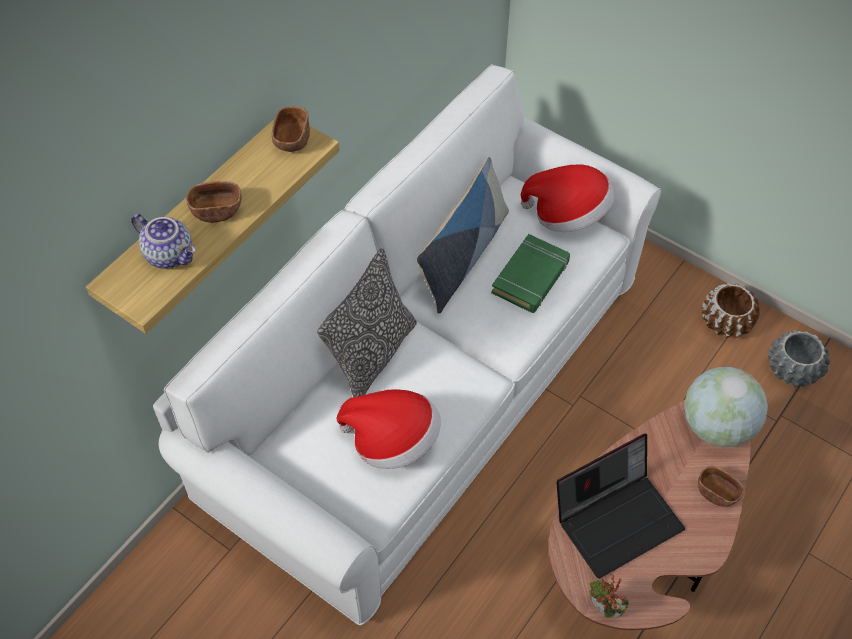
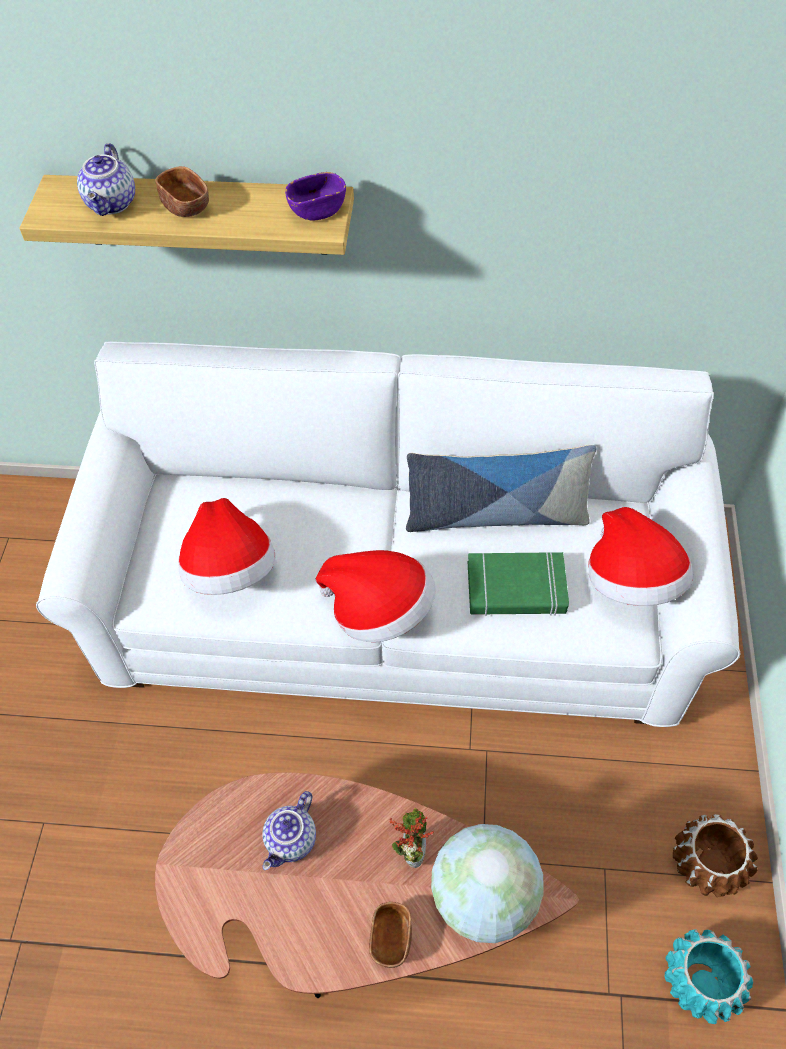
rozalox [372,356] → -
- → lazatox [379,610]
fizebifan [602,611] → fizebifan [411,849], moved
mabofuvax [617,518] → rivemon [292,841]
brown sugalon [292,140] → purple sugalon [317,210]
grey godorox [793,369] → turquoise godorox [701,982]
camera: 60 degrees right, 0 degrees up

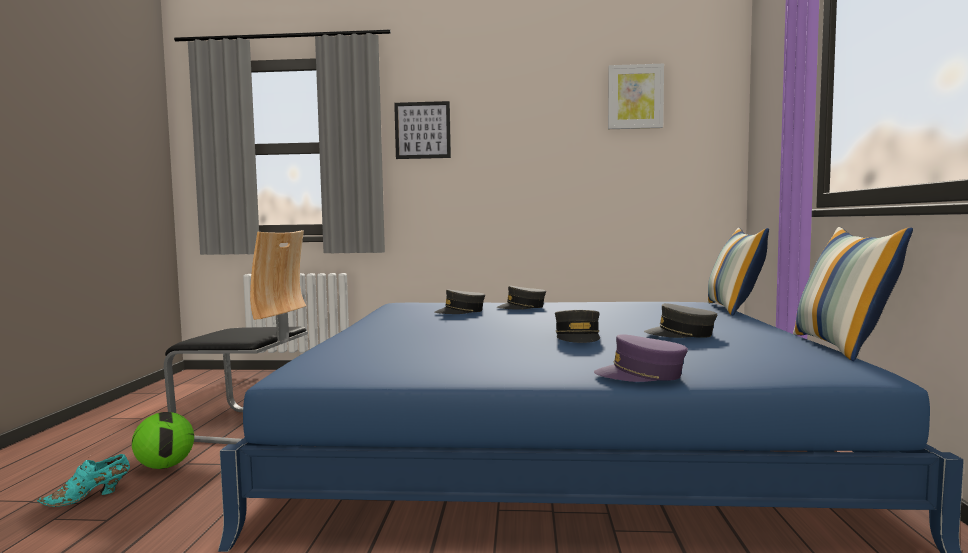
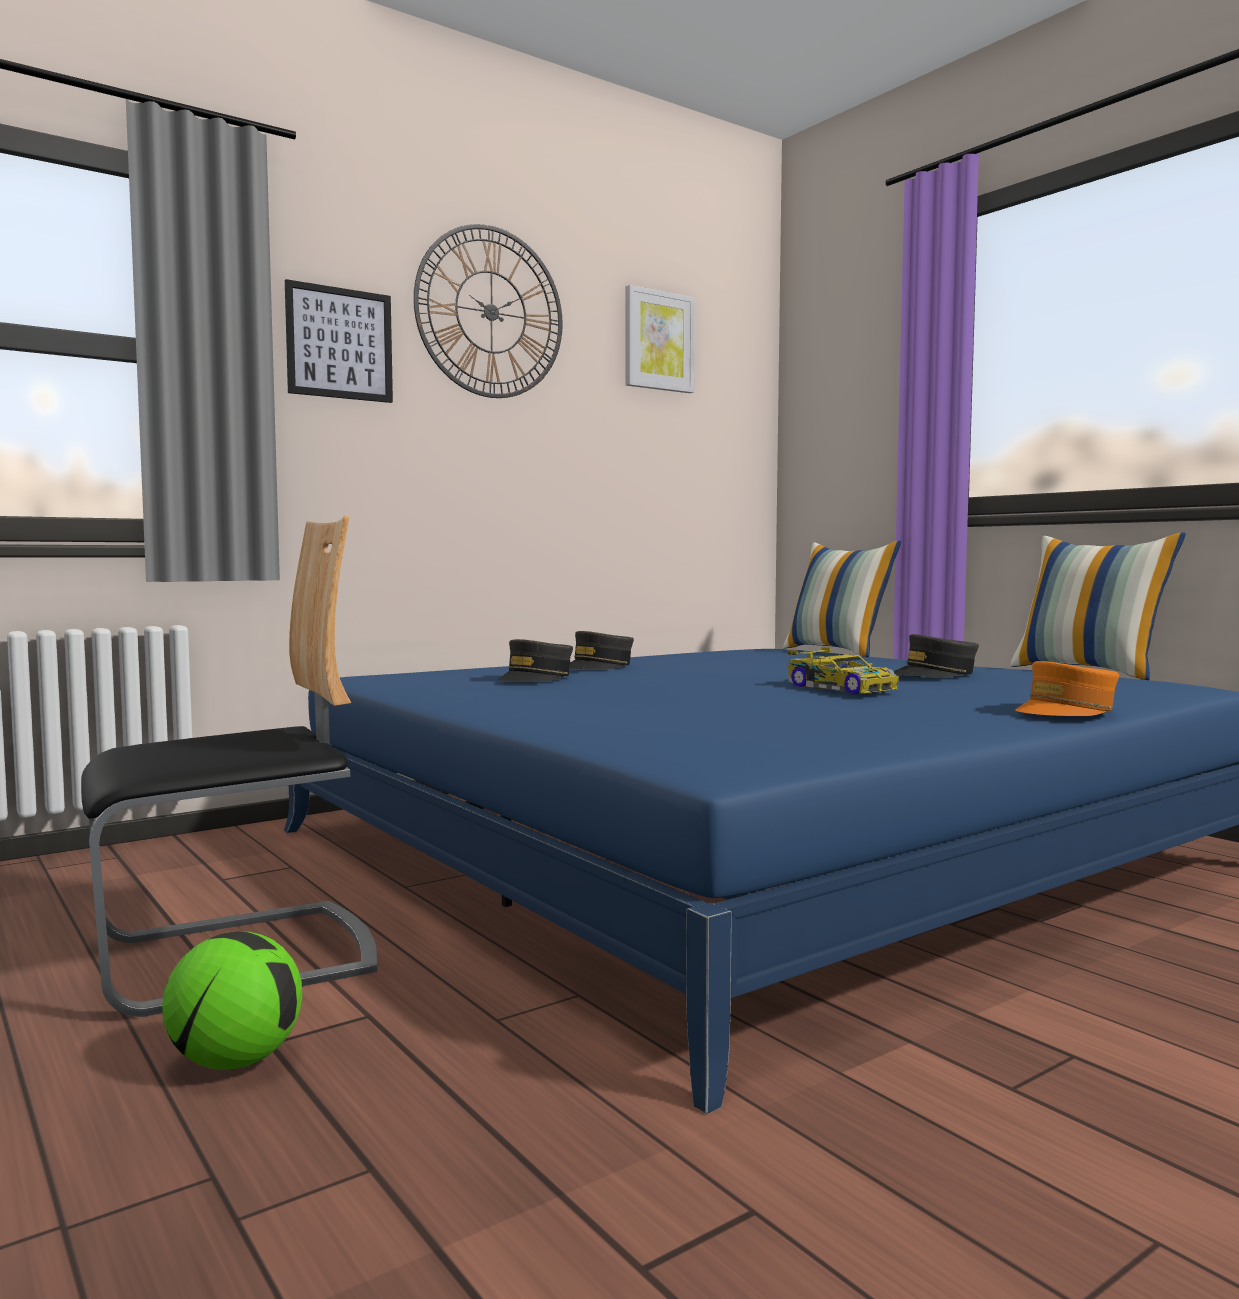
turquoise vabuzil [90,497] → -
- → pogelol [491,312]
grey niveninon [578,336] → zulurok [840,687]
purple niveninon [641,375] → orange niveninon [1066,710]
camera: 40 degrees left, 0 degrees up

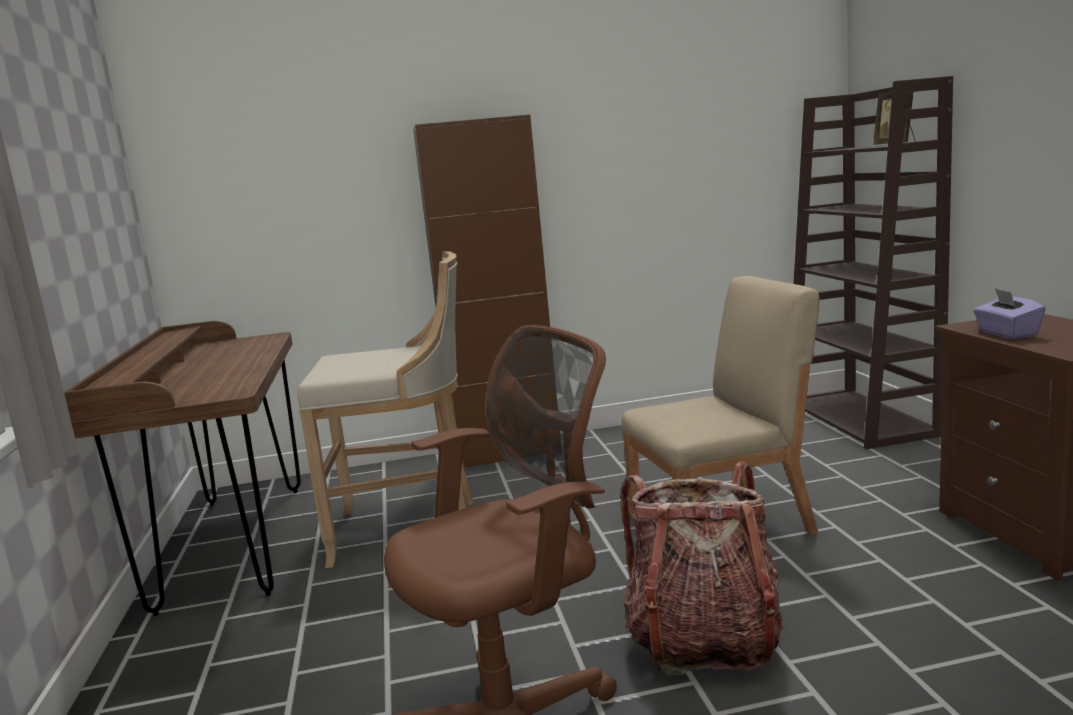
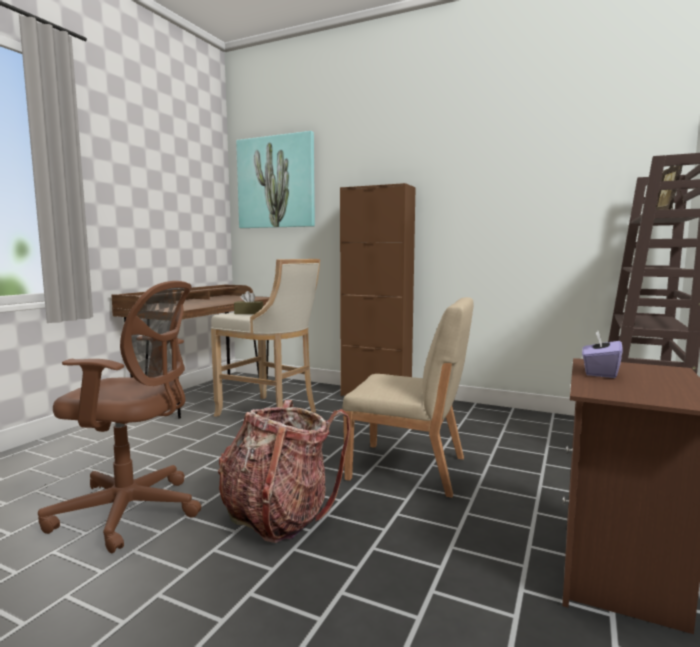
- → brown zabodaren [249,313]
- → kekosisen [276,182]
camera: 35 degrees right, 5 degrees down

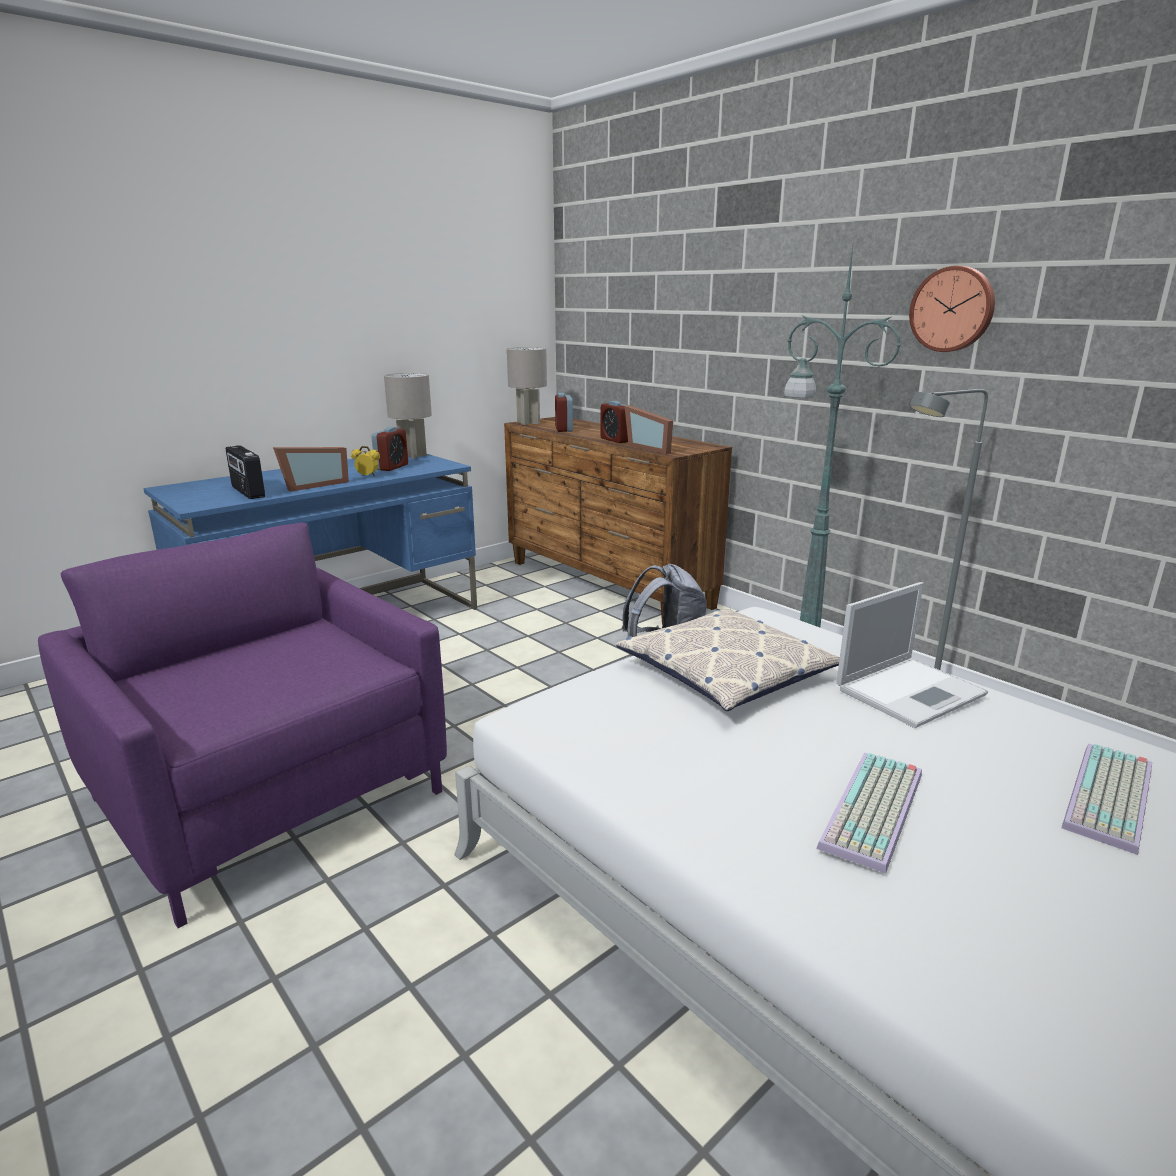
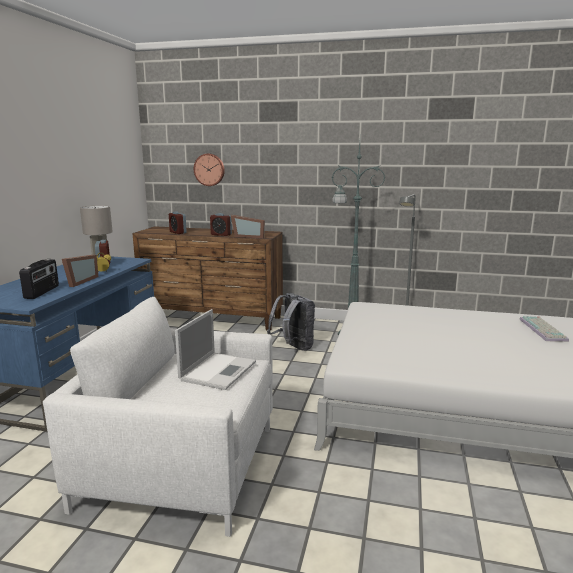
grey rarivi [528,423] → -
rozalox [725,672] → -
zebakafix [875,811] → -
mabofuvax [911,691] → mabofuvax [219,370], moved
pogelol [953,309] → pogelol [209,169], moved
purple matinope [270,794] → white matinope [181,465]
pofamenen [247,492] → pofamenen [42,292], 105 degrees counterclockwise
camera: 35 degrees left, 5 degrees down

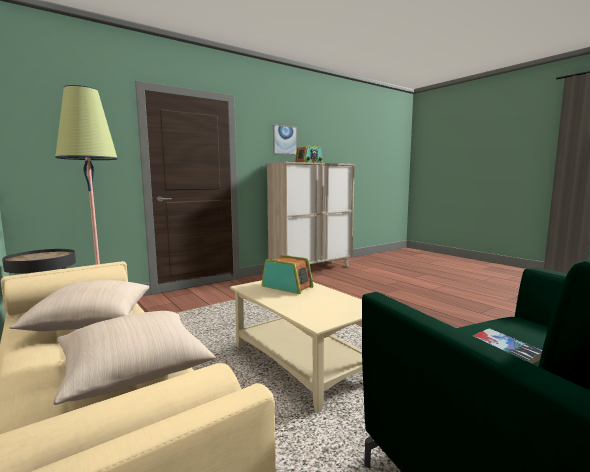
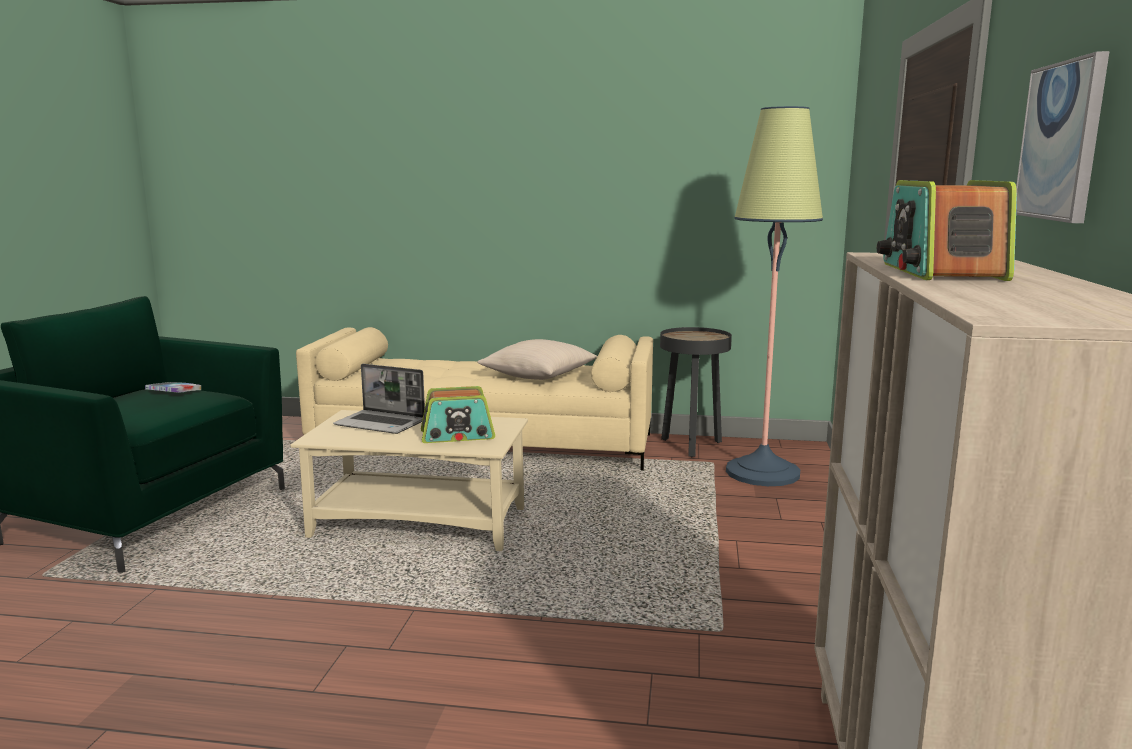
beige rozalox [133,371] → -
- → mabofuvax [381,424]
camera: 135 degrees right, 5 degrees up

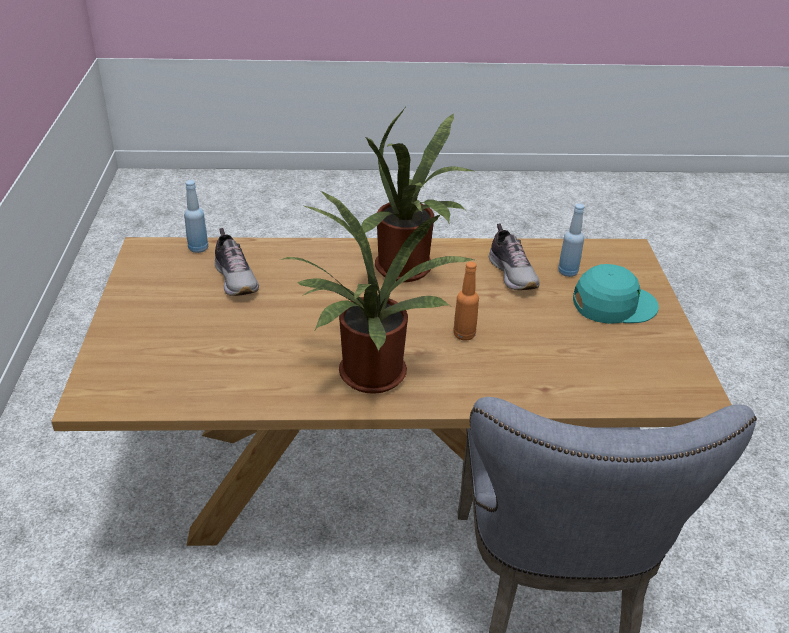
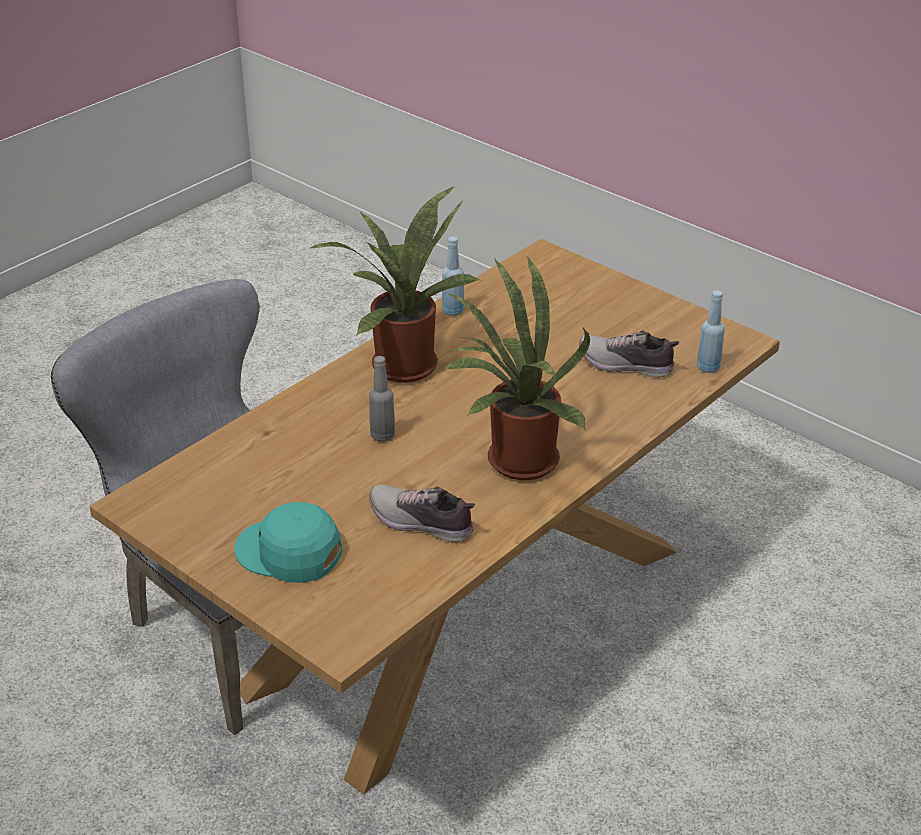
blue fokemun [567,272] → blue fokemun [453,311], moved
orange fokemun [464,335] → grey fokemun [382,435]
turquoise niveninon [613,304] → turquoise niveninon [289,552], 75 degrees clockwise
camera: 135 degrees right, 0 degrees up

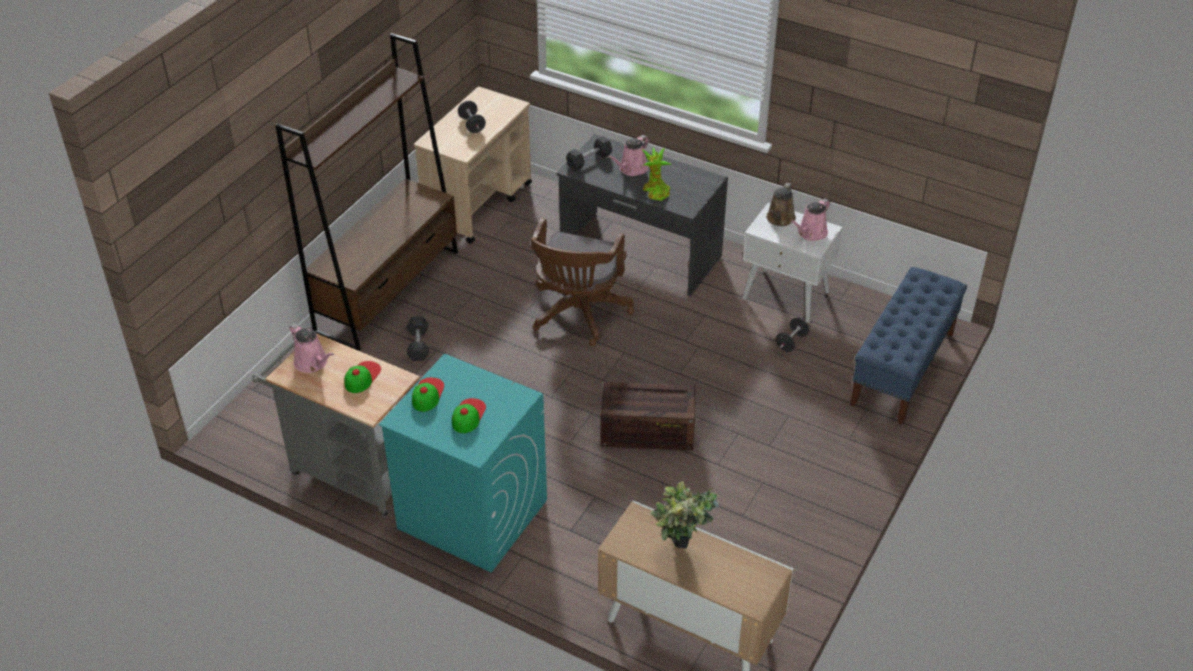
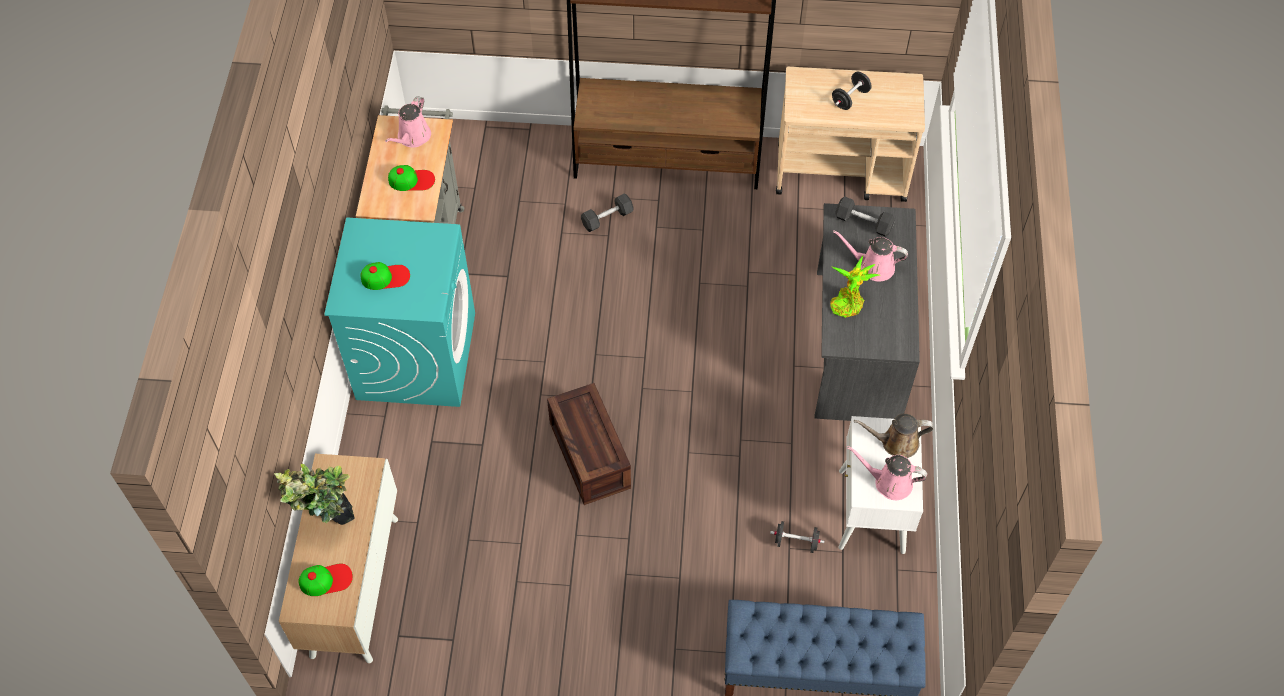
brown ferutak [578,315] → -
niveninon [427,394] → niveninon [326,580], moved
camera: 65 degrees right, 15 degrees up

